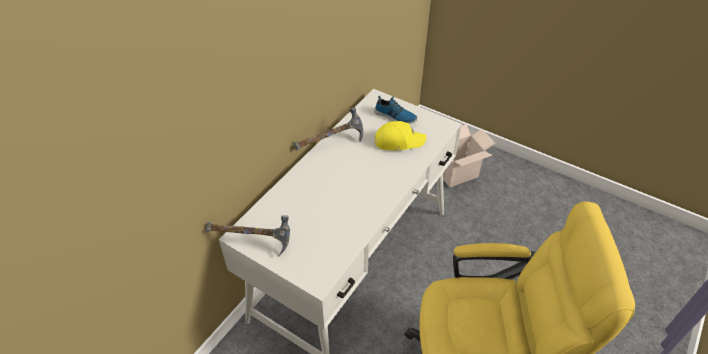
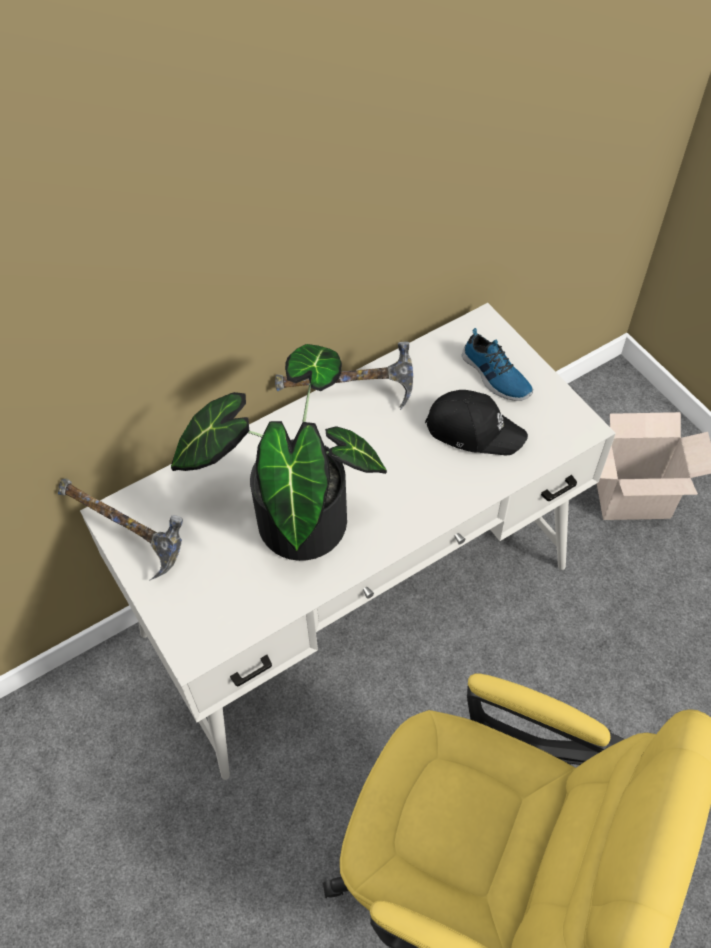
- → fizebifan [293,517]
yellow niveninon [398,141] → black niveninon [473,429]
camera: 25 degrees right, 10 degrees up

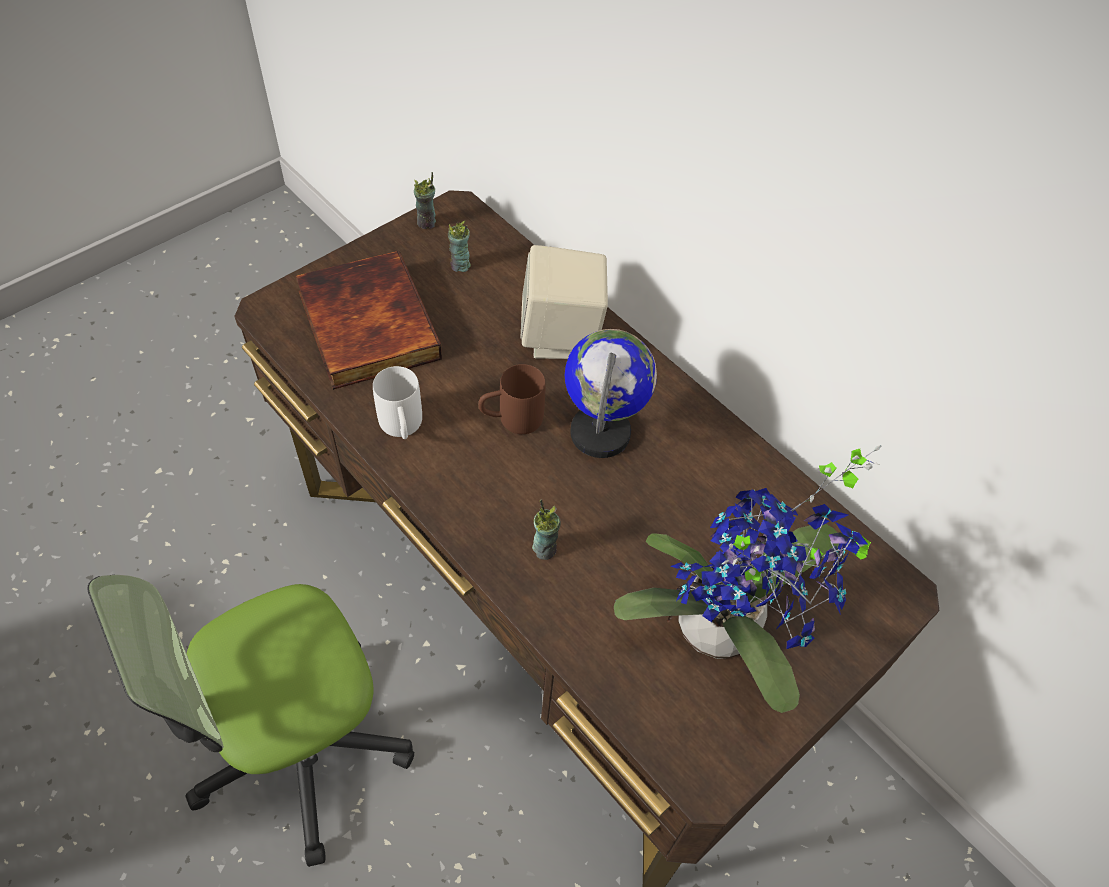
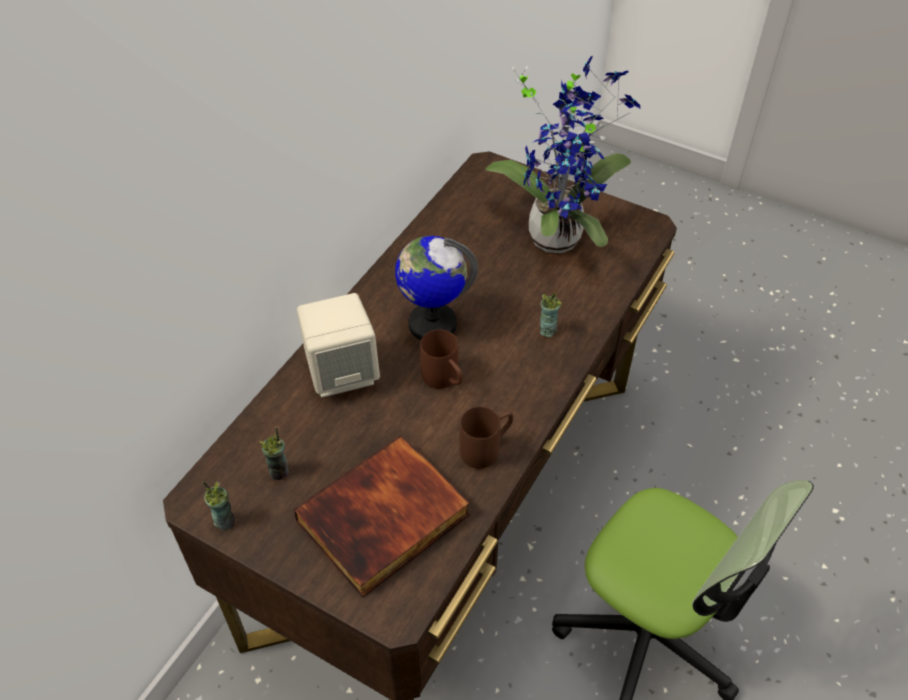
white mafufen [402,428] → brown mafufen [487,448]
camera: 105 degrees left, 5 degrees down

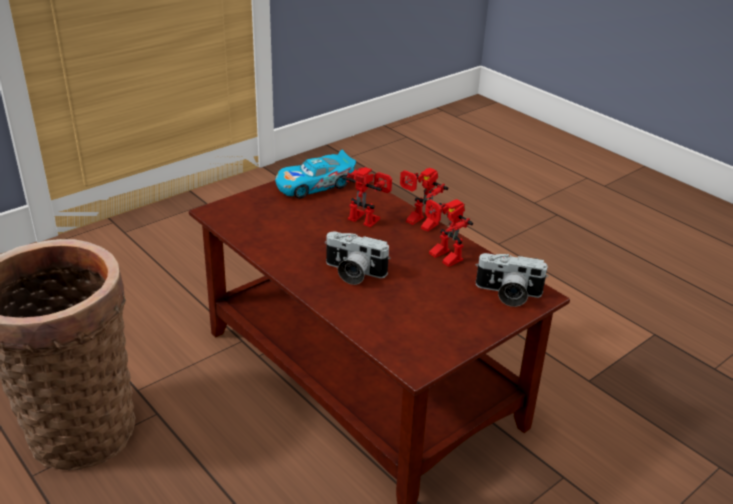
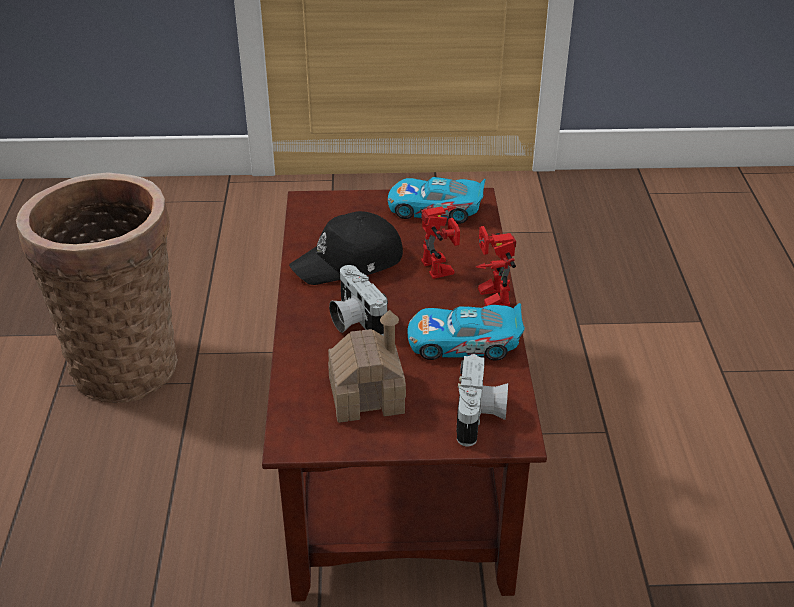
- → black niveninon [350,262]
- → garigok [366,395]
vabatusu [441,257] → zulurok [463,343]
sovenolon [507,294] → sovenolon [480,417], 135 degrees counterclockwise
camera: 40 degrees right, 5 degrees up

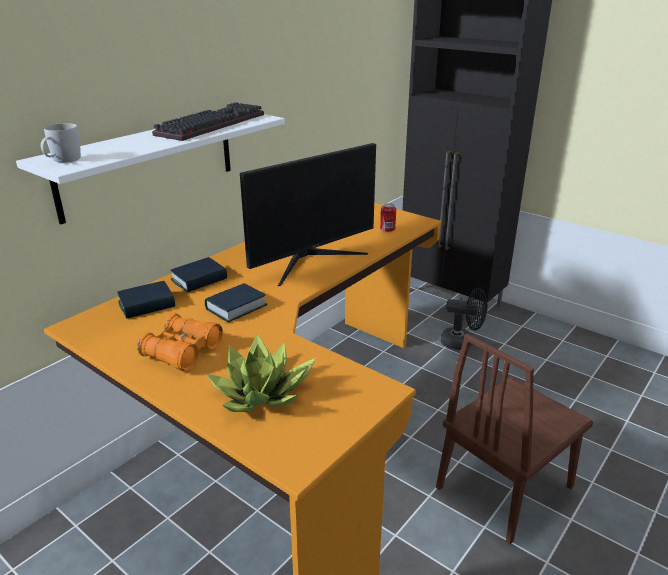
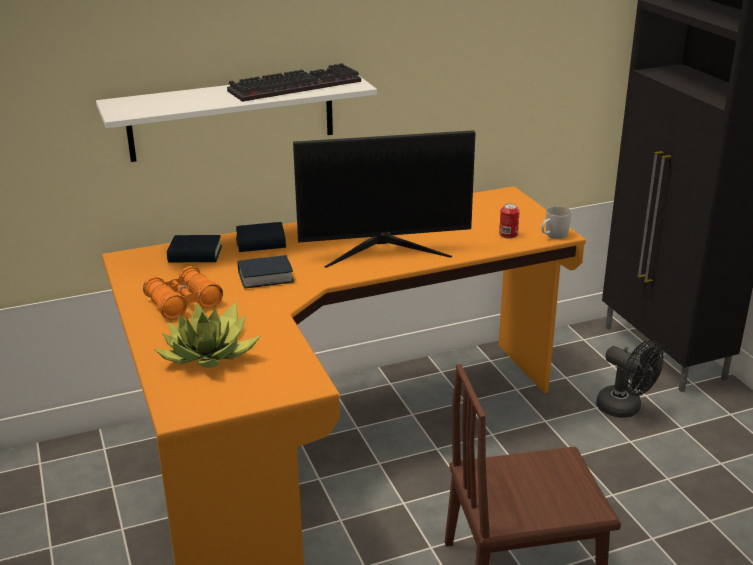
white mafufen [62,160] → white mafufen [553,236], moved
camera: 30 degrees right, 0 degrees up

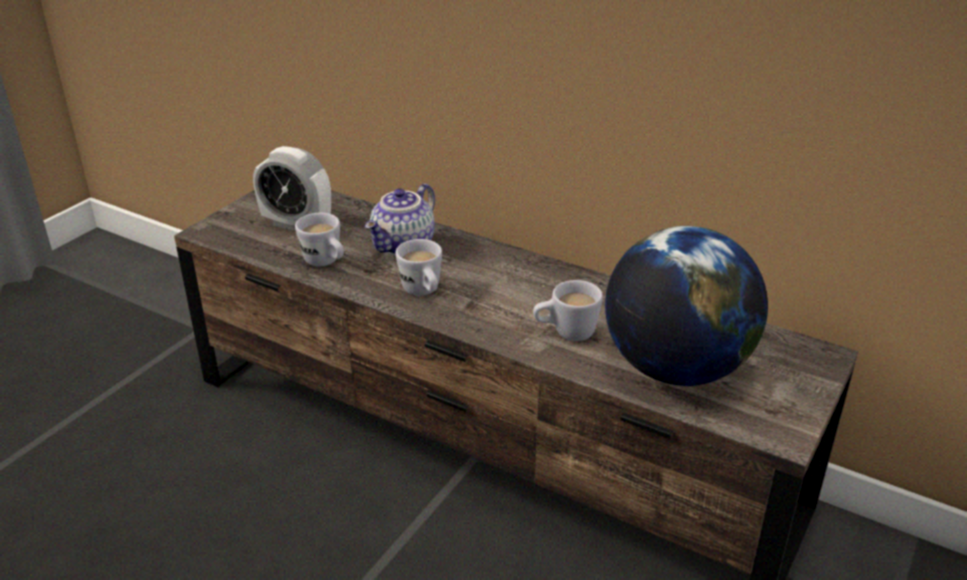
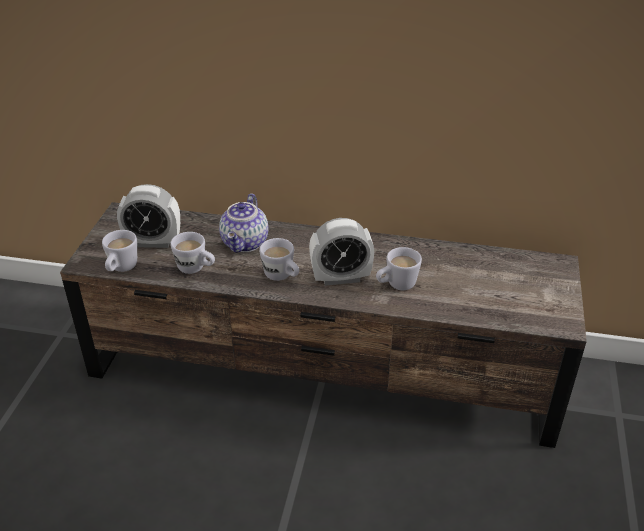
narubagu [676,369] → -
- → white mafufen [121,269]
- → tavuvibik [341,278]
camera: 20 degrees left, 5 degrees up

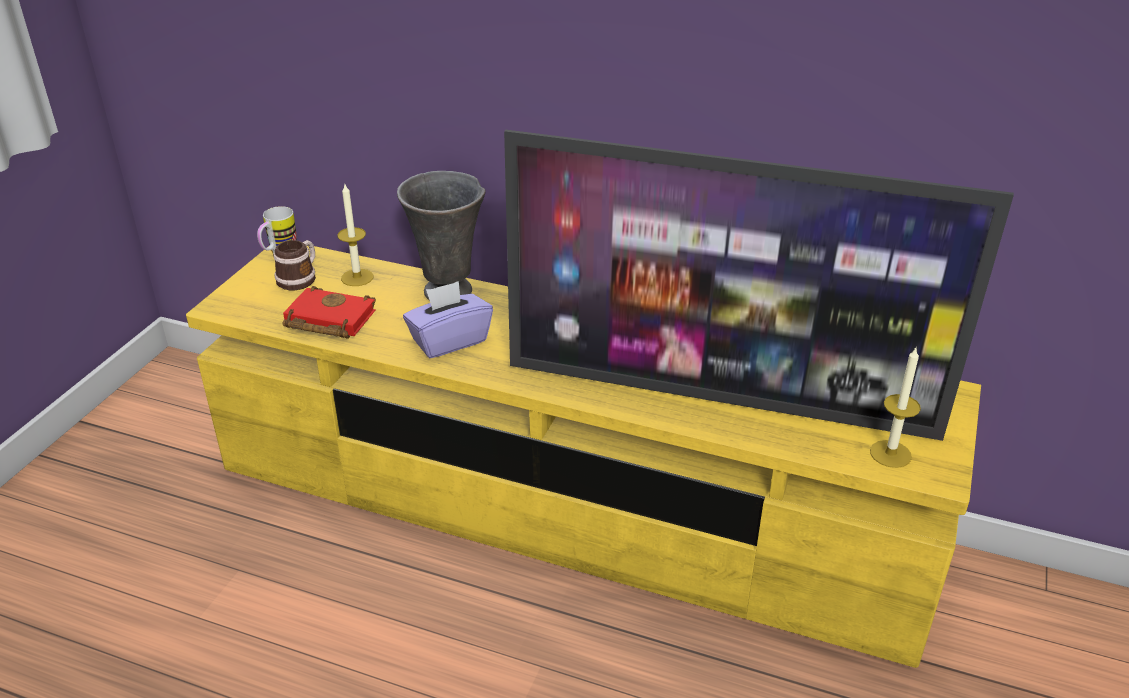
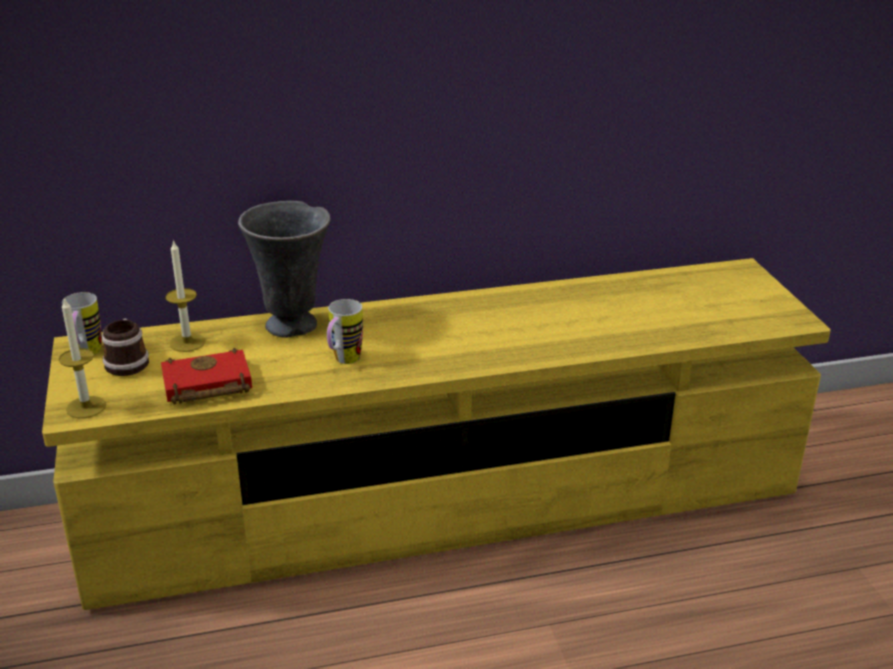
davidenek [719,397] → -
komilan [890,454] → komilan [86,407], moved
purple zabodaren [449,341] → mafufen [343,361]
camera: 35 degrees left, 5 degrees down

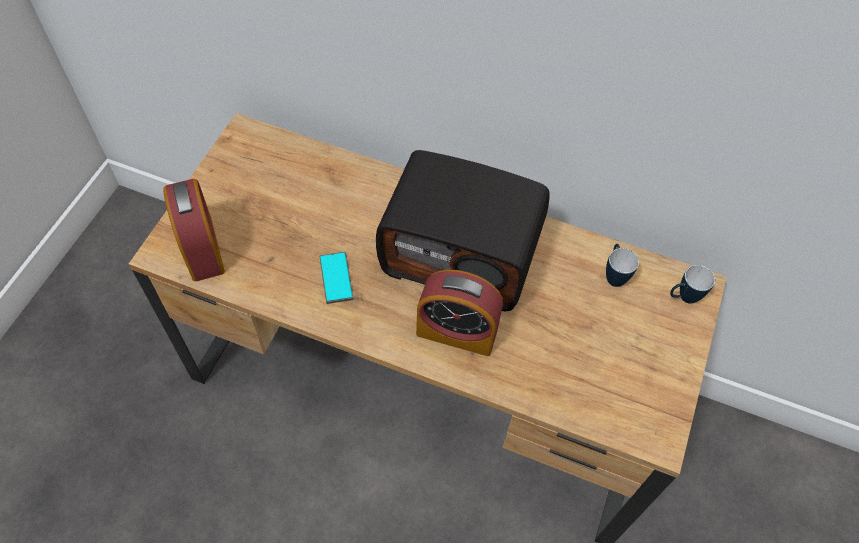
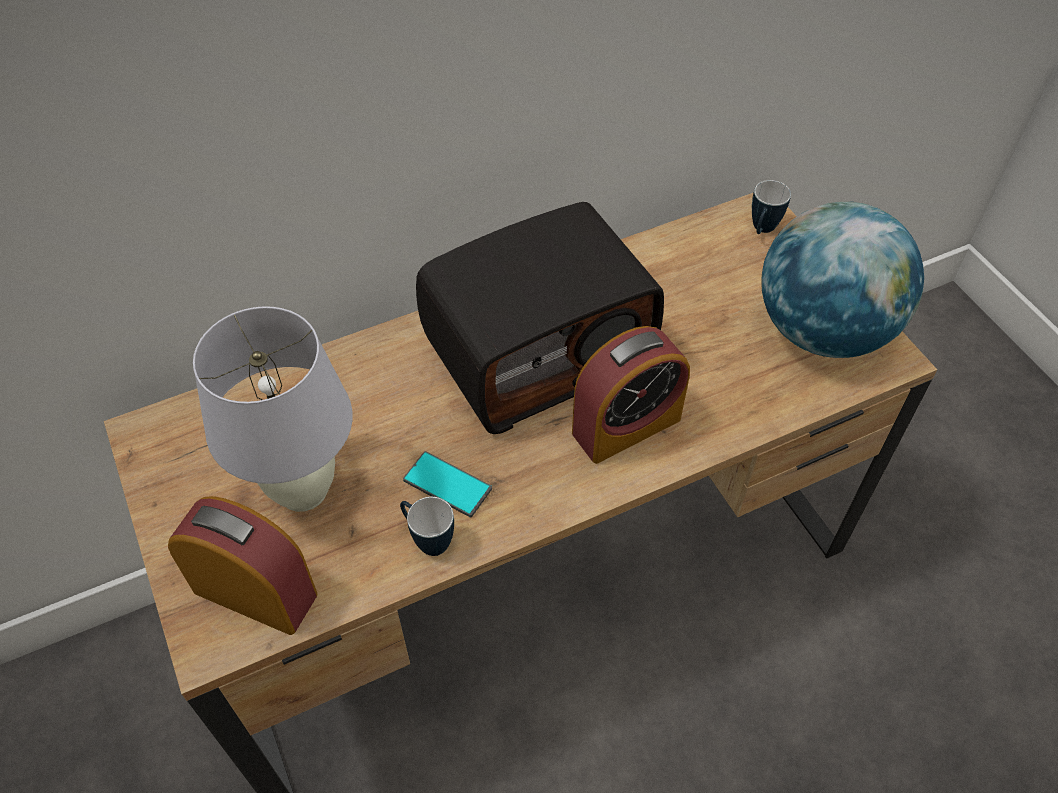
- → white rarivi [303,490]
- → narubagu [823,330]
mafufen [614,275] → mafufen [427,540], moved
camera: 45 degrees left, 5 degrees down

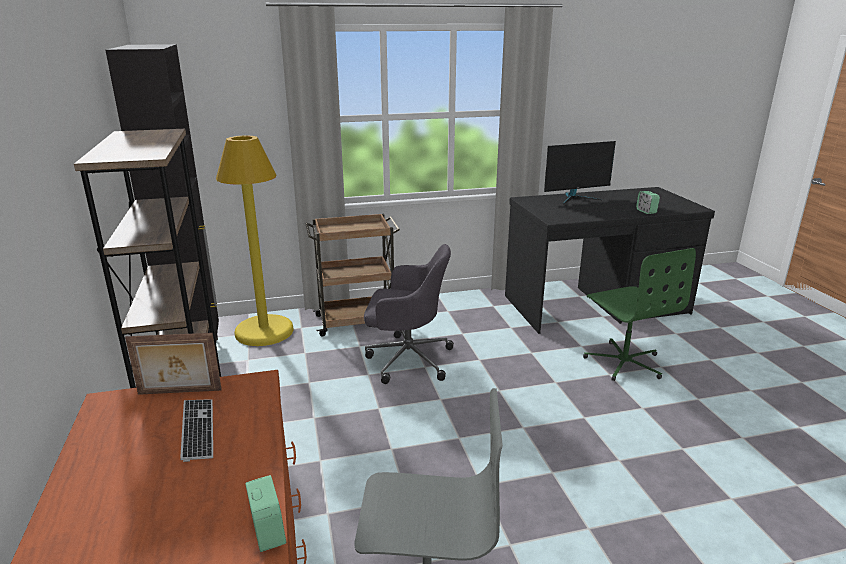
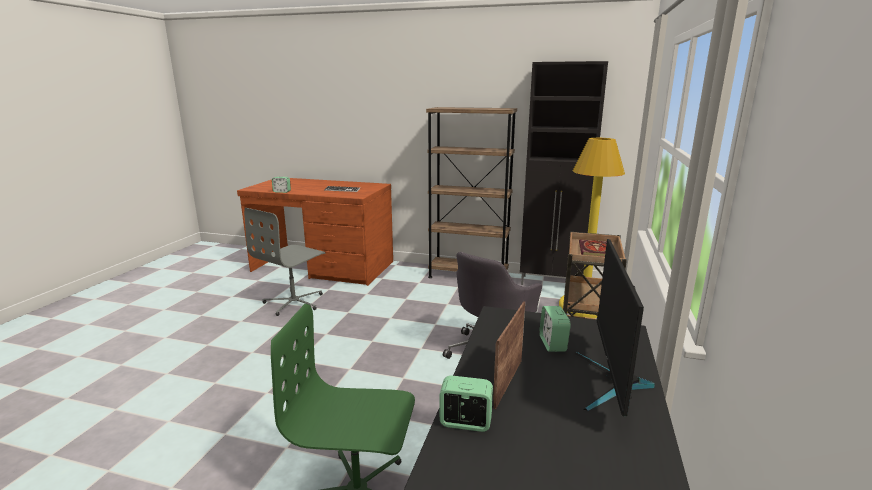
- → tavuvibik [552,344]
- → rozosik [595,251]
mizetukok [179,392] → mizetukok [507,382], moved
camera: 120 degrees right, 5 degrees down

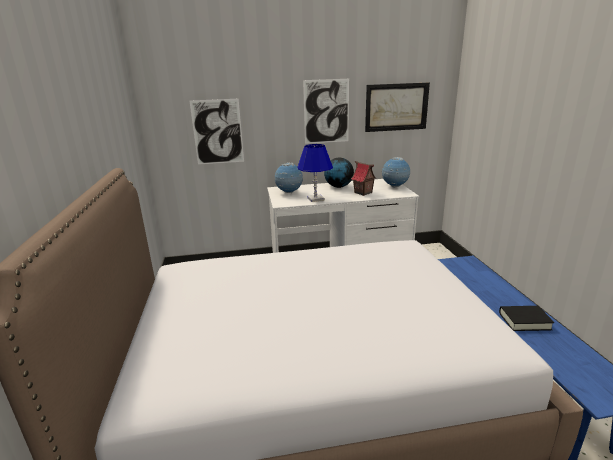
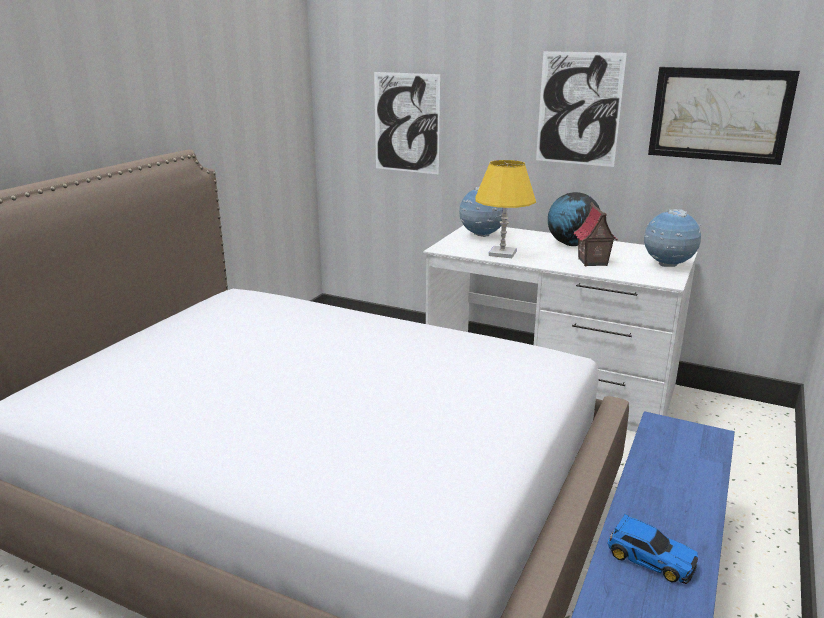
black rozosik [524,321] → zulurok [649,558]
blue rarivi [315,199] → yellow rarivi [502,253]
camera: 35 degrees right, 0 degrees up

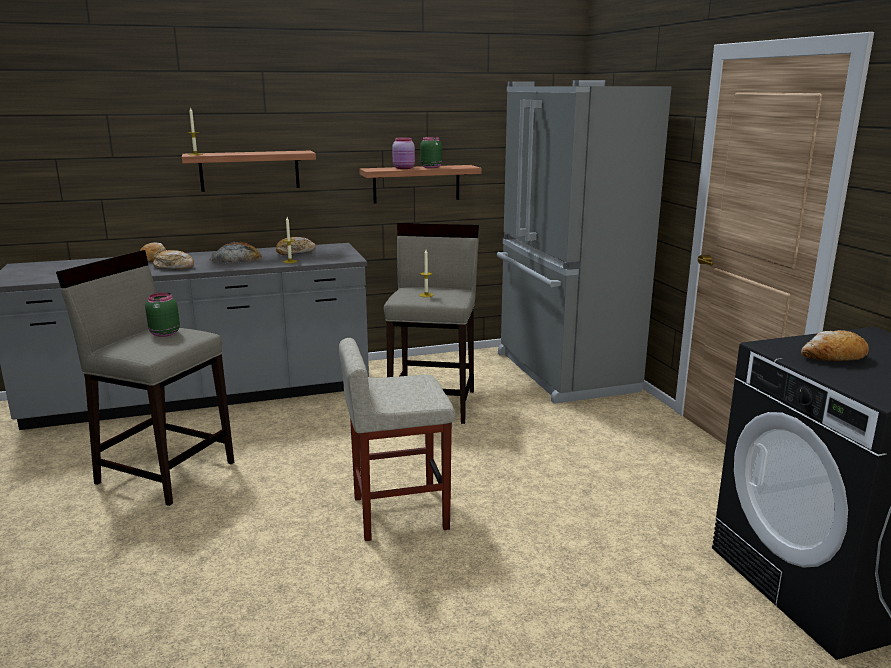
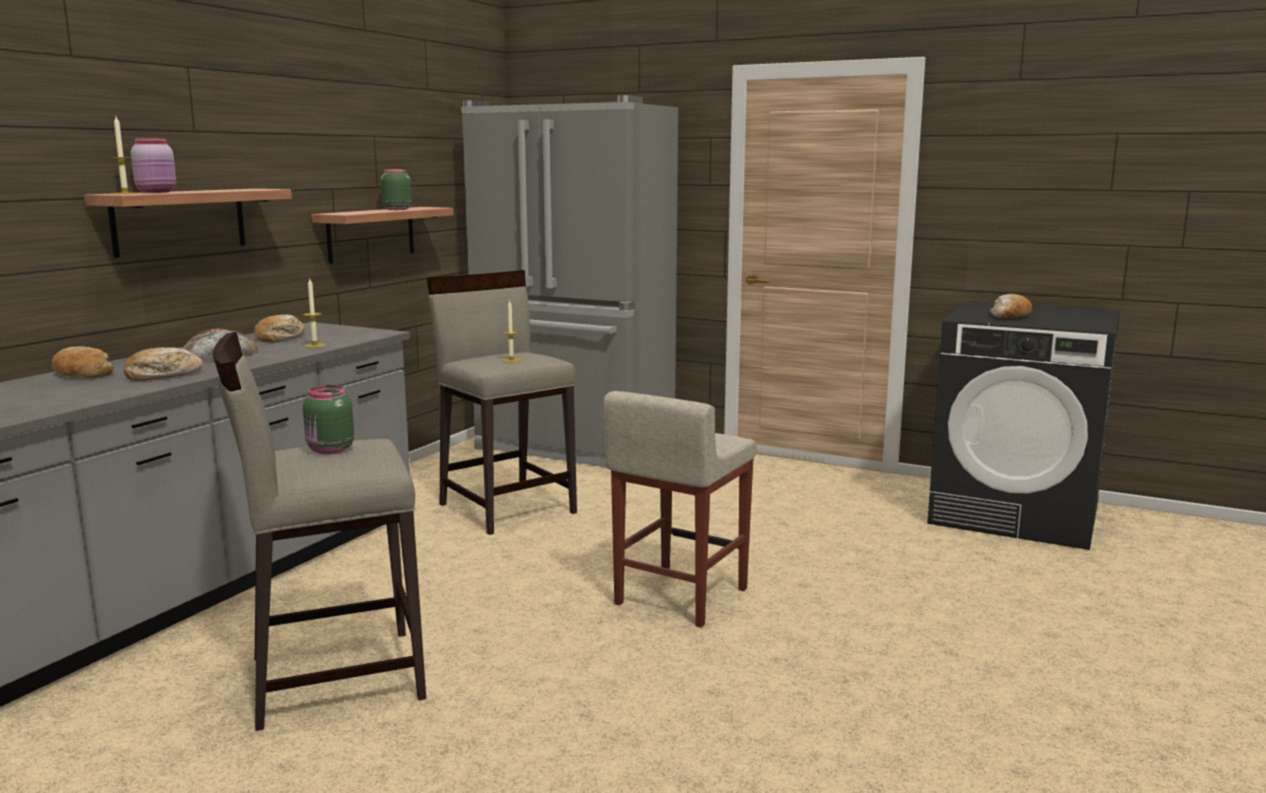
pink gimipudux [404,168] → pink gimipudux [157,192], moved
camera: 45 degrees left, 5 degrees down

